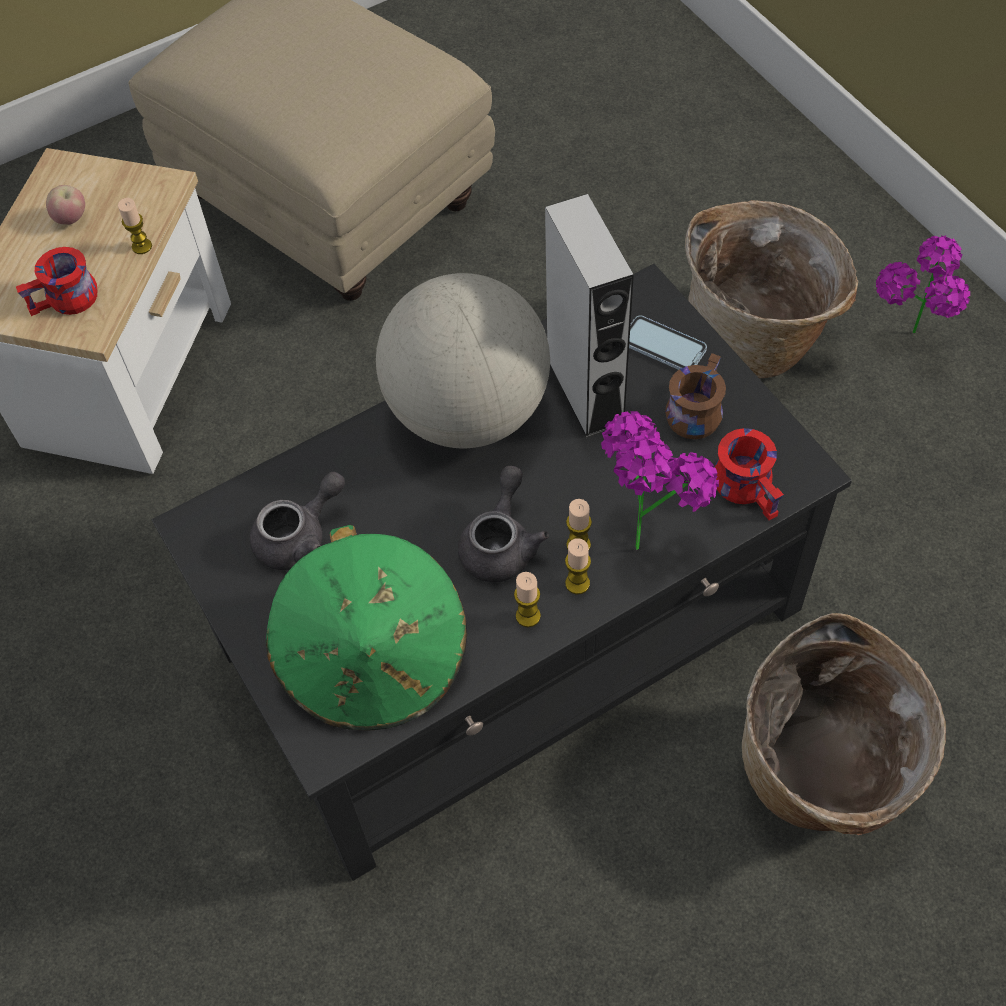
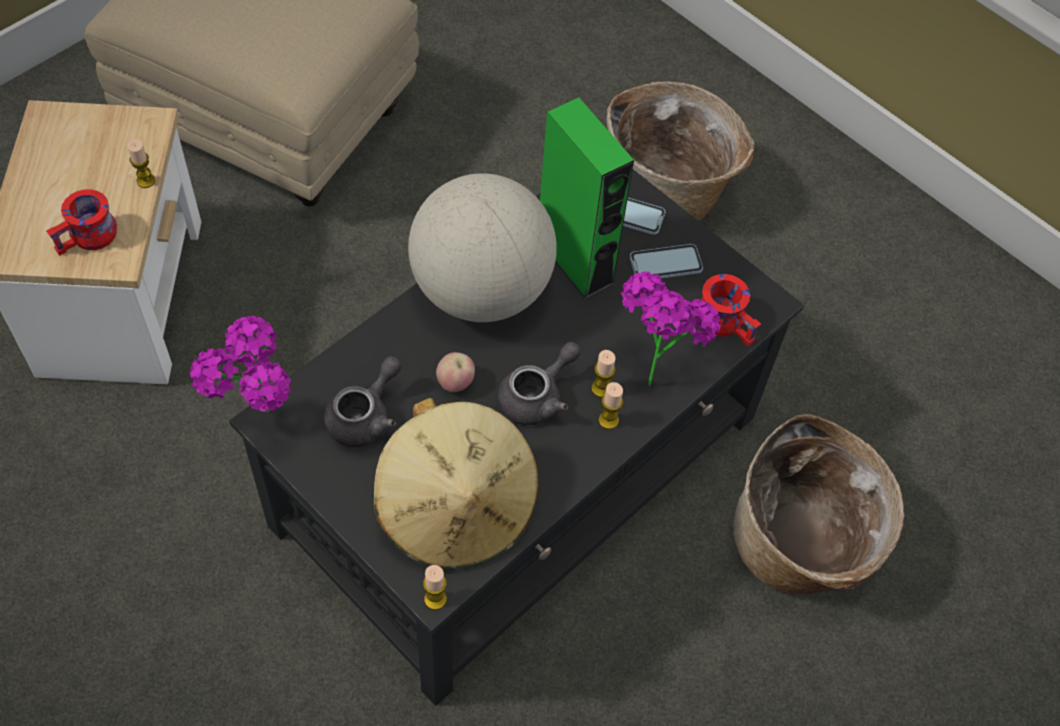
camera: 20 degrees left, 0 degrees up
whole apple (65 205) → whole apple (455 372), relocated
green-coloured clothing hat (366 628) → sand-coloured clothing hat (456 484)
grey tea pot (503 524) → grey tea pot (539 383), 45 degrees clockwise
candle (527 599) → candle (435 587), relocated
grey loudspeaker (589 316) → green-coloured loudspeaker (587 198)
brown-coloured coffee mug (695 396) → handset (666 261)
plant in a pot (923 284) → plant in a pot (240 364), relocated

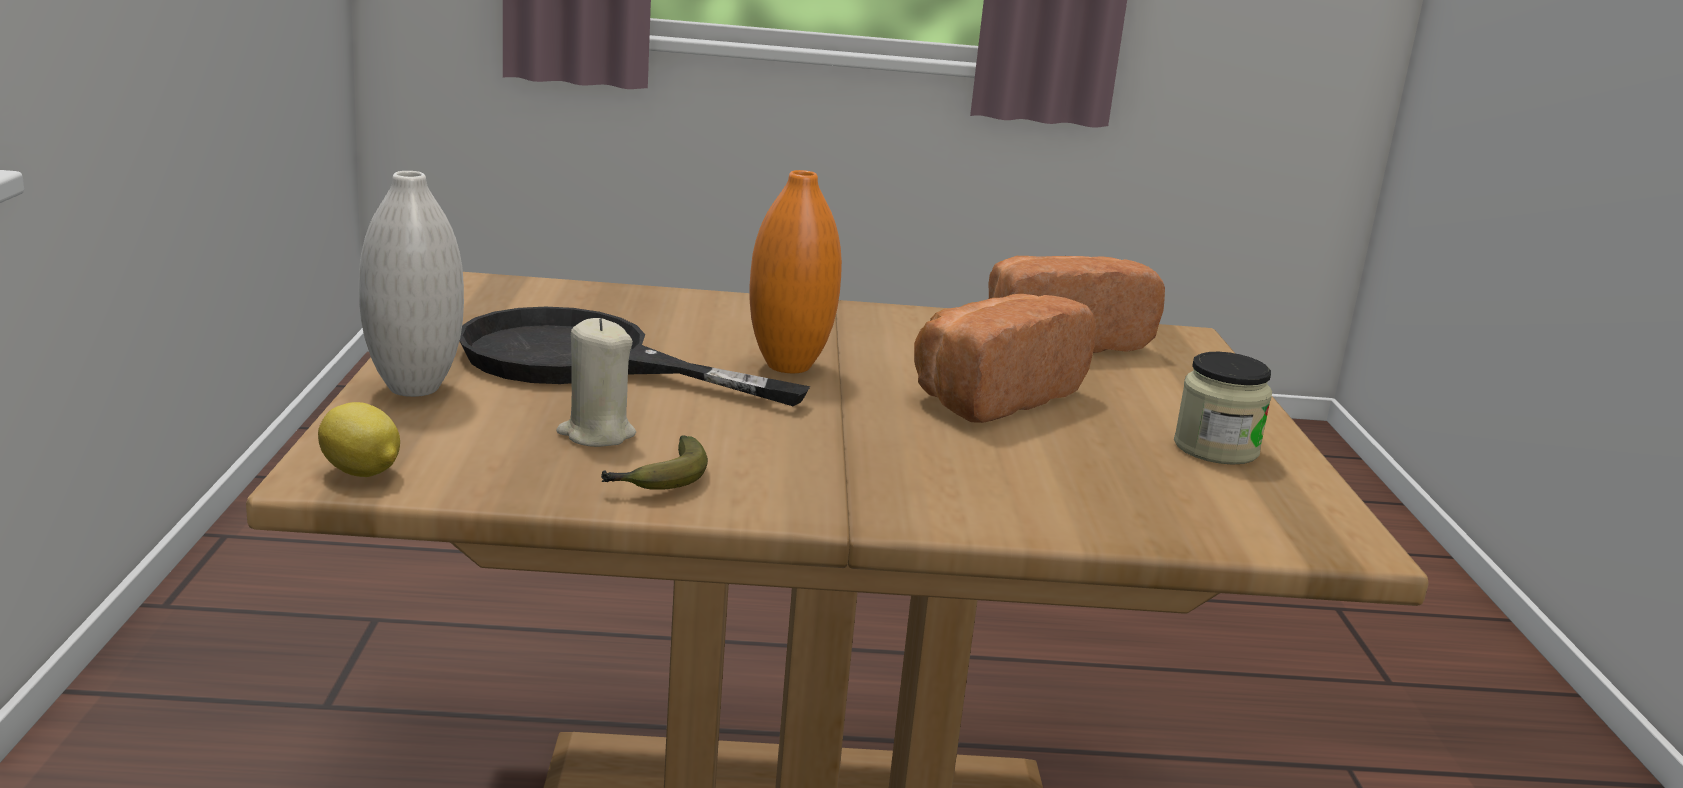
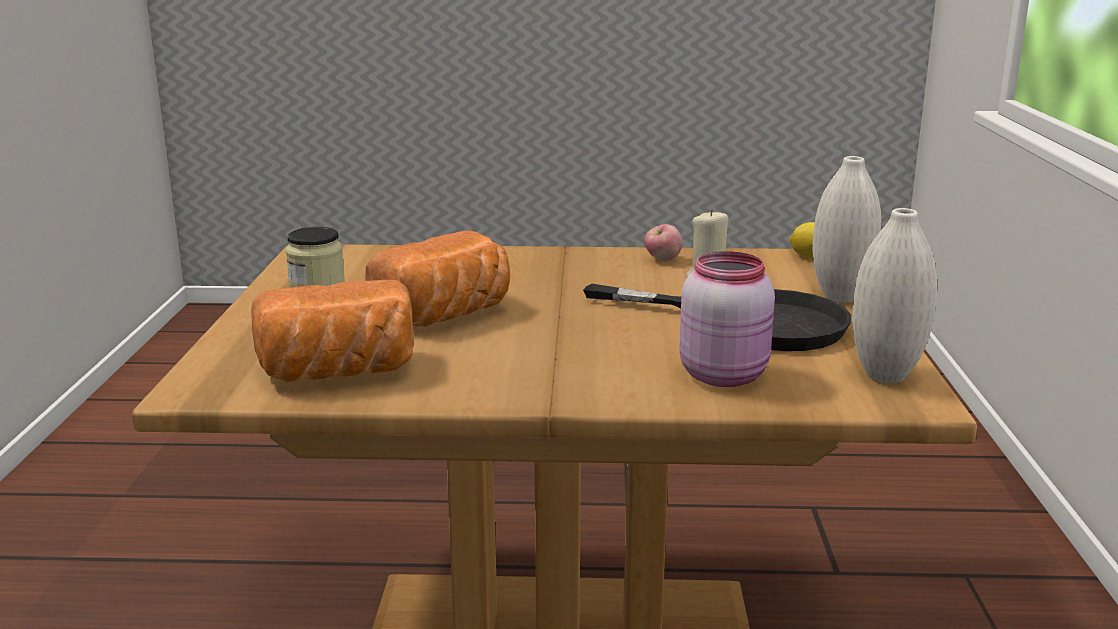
camera: 175 degrees left, 0 degrees up
banana (654 462) → whole apple (663 242)
orangey decorative vase (796 271) → -
- → pink jar (727 319)
- → whitish decorative vase (894 295)

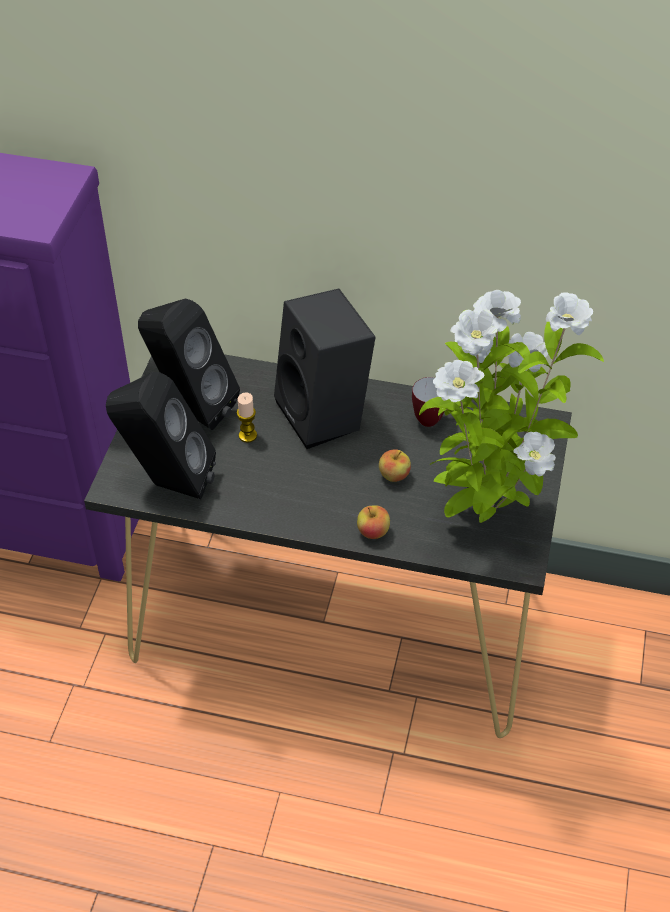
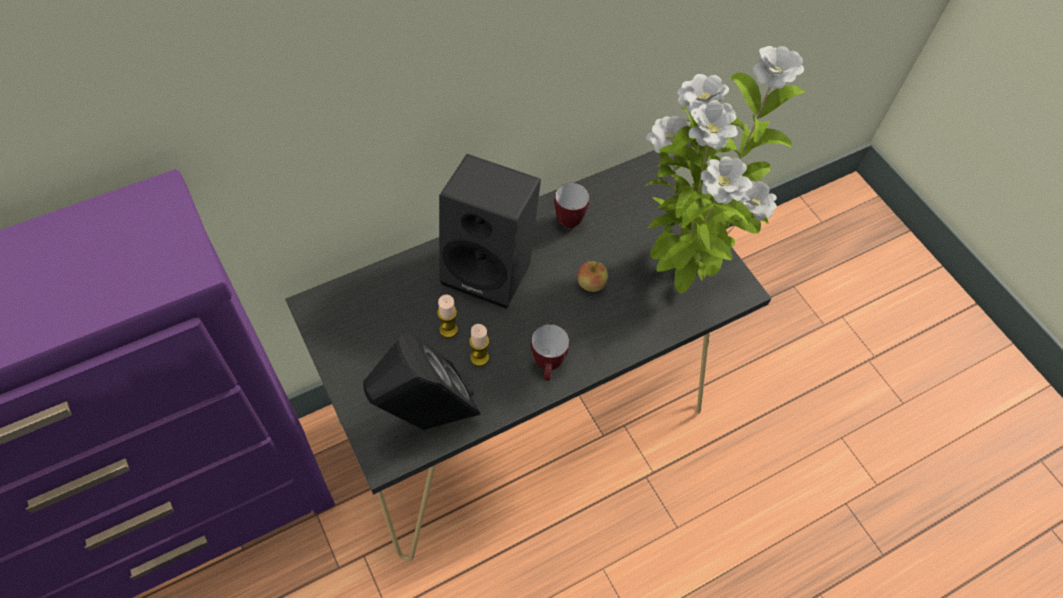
camera: 45 degrees left, 10 degrees up
blackish loudspeaker (189 364) → -
whole apple (373 522) → -
- → candle (479 345)
- → coffee mug (550 352)

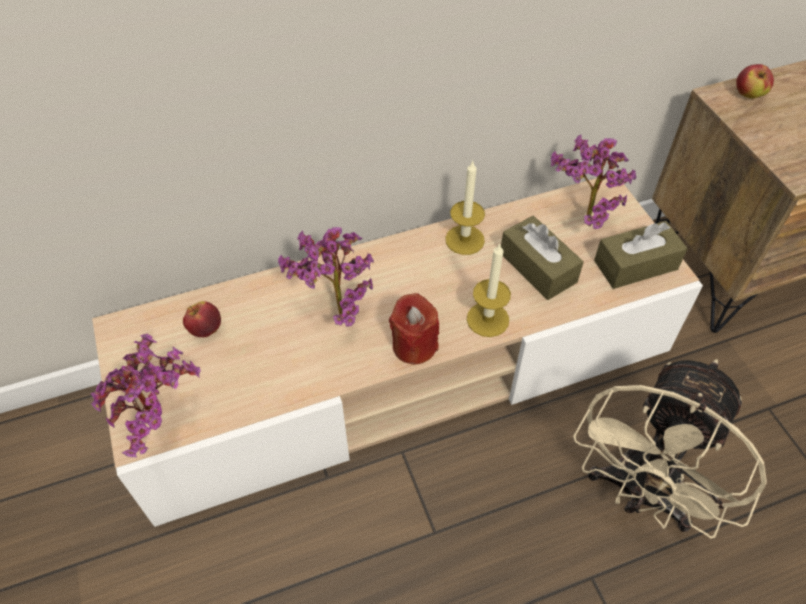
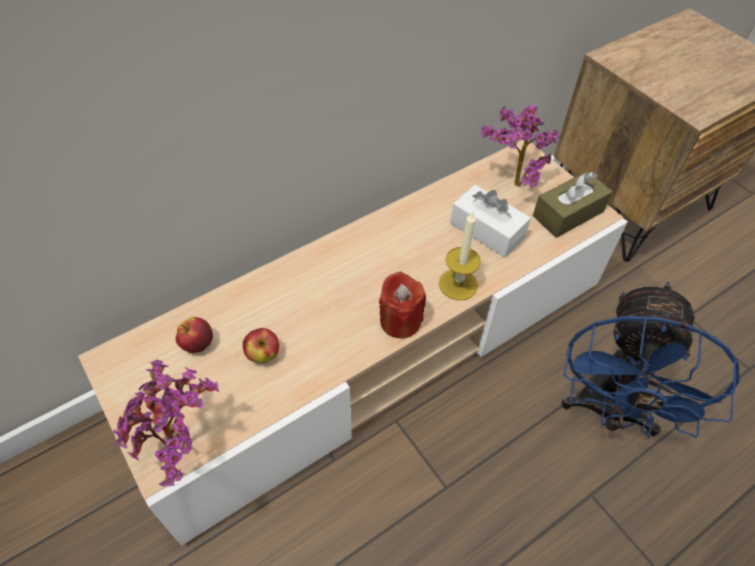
camera: 15 degrees left, 0 degrees up
plant in a pot (326 277) → -
candle (465 207) → -
brown-coloured box of tissues (542 258) → whitish box of tissues (490 221)
sand-coloured cooling fan (670 449) → blue-coloured cooling fan (650 360)
whole apple (755 81) → whole apple (261 345), relocated

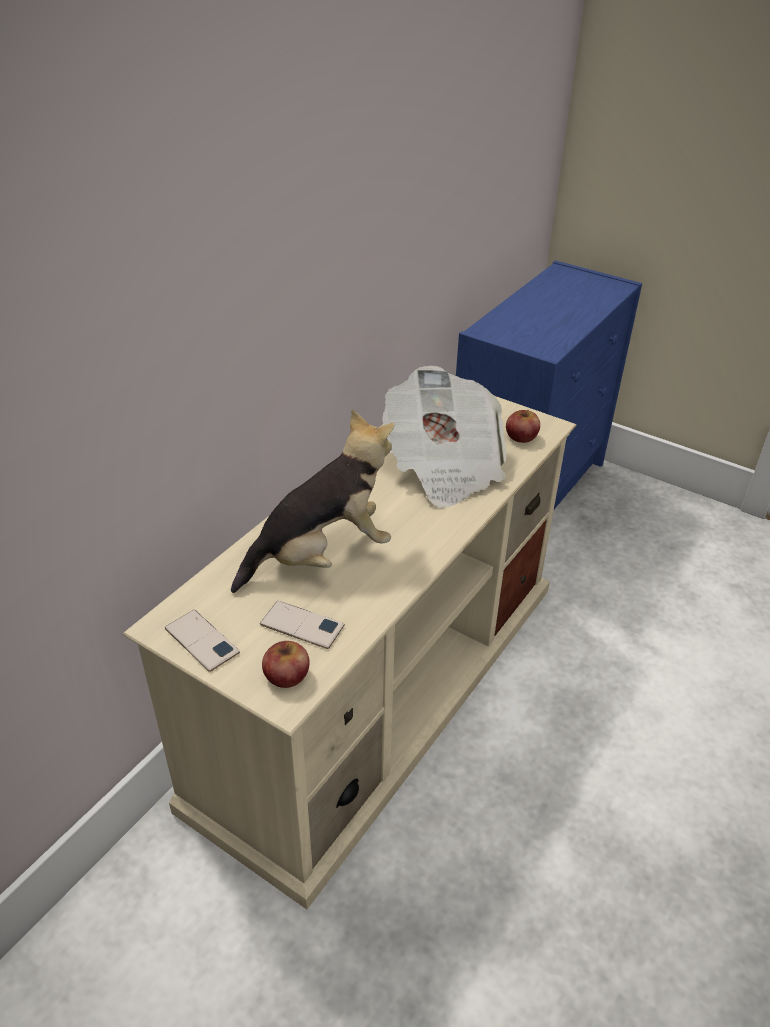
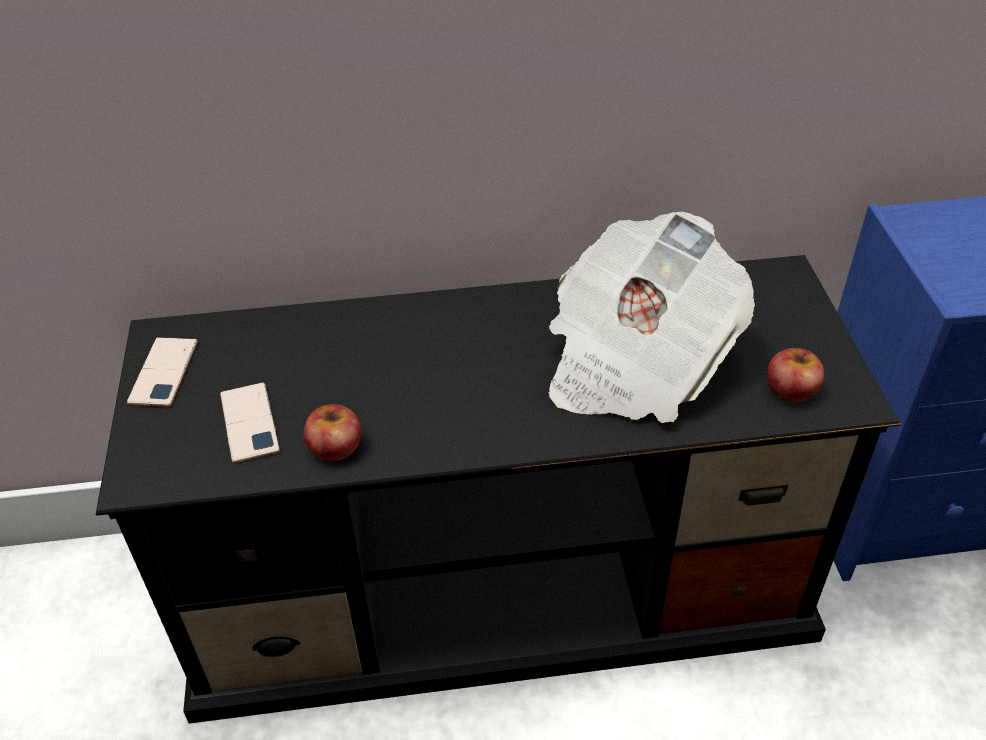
camera: 50 degrees right, 5 degrees up
sand-coloured media console (349 652) → blackish media console (498 489)
plush toy (312 501) → -
whole apple (285 664) → whole apple (332 432), relocated

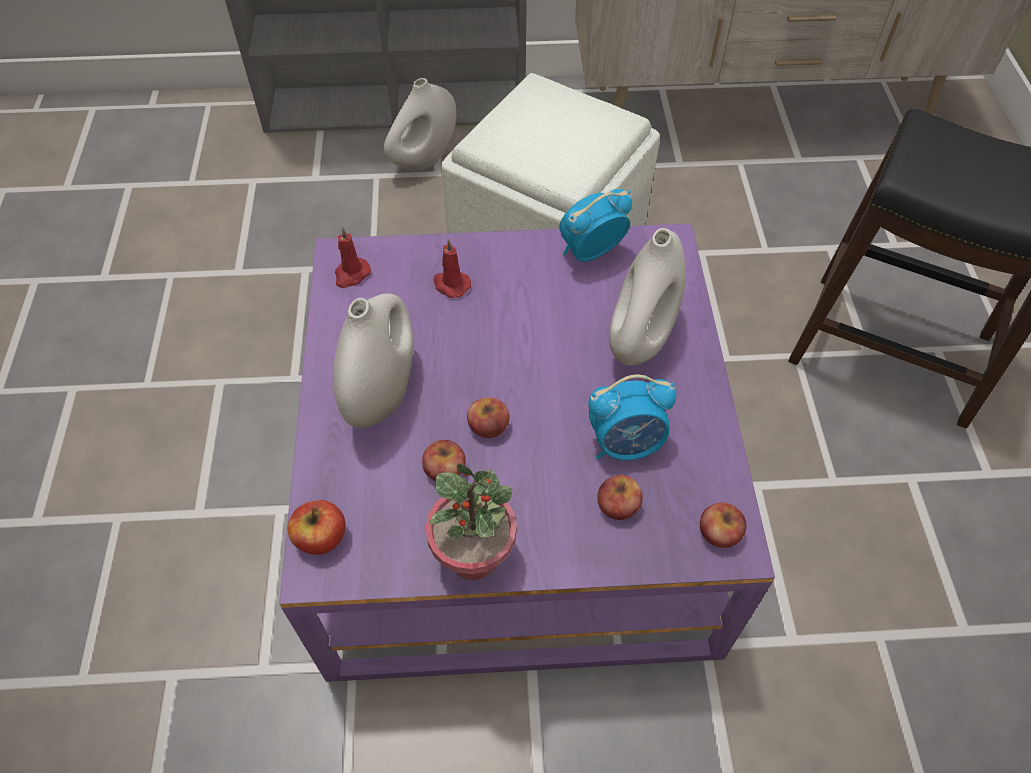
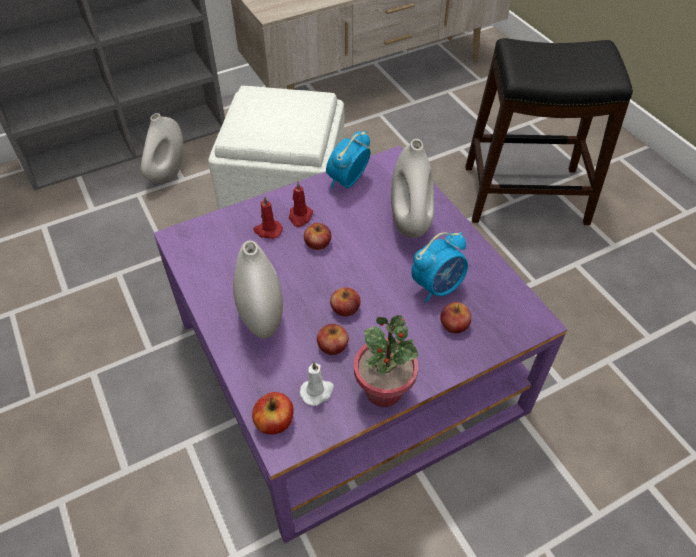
camera: 25 degrees left, 5 degrees down
reddish candle (353 257) → reddish candle (301 204), relocated
whole apple (723 525) → whole apple (317 236), relocated
- → whitish candle (317 383)

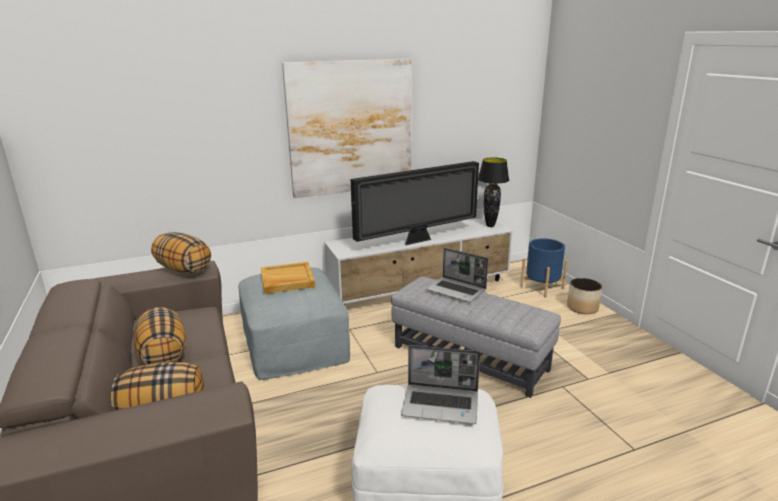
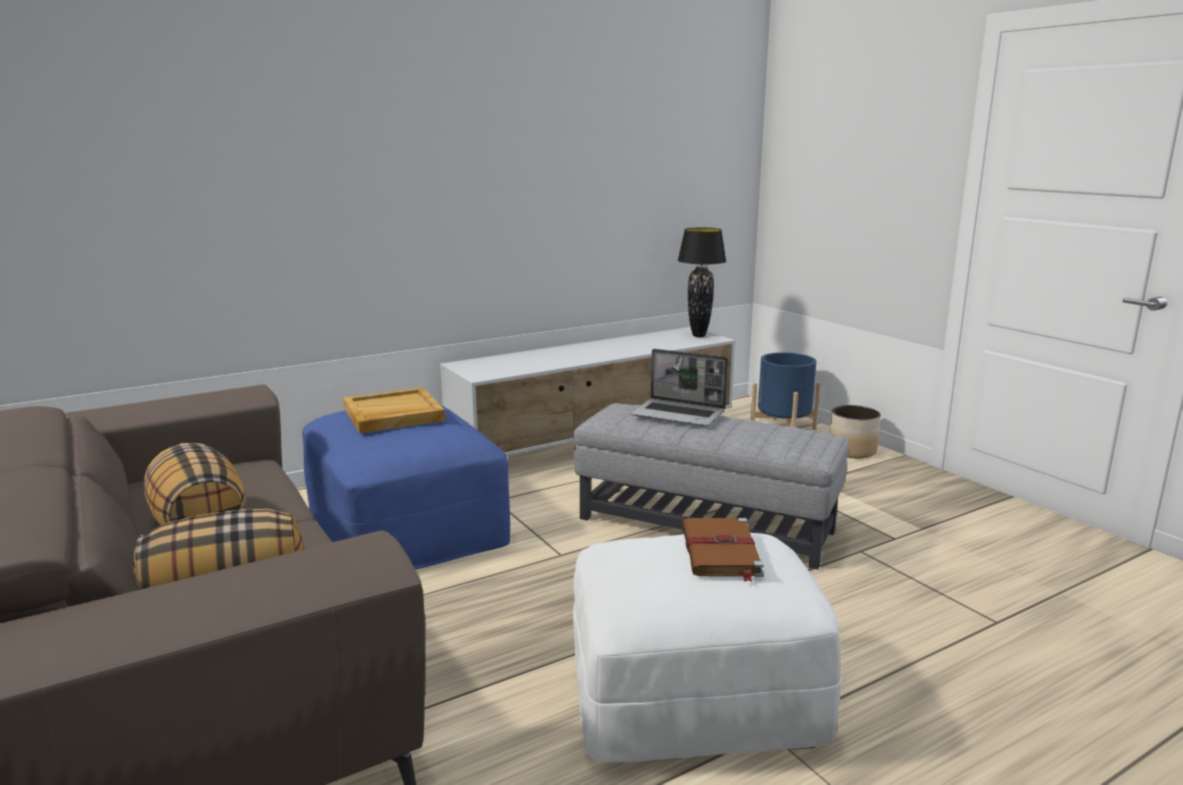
camera: 10 degrees left, 5 degrees down
pillow (181 253) → -
grey ottoman (294 323) → blue-coloured ottoman (406 486)
wall picture (346 128) → -
TV (415 203) → -
notebook computer (440 384) → brown-coloured volume (723 550)

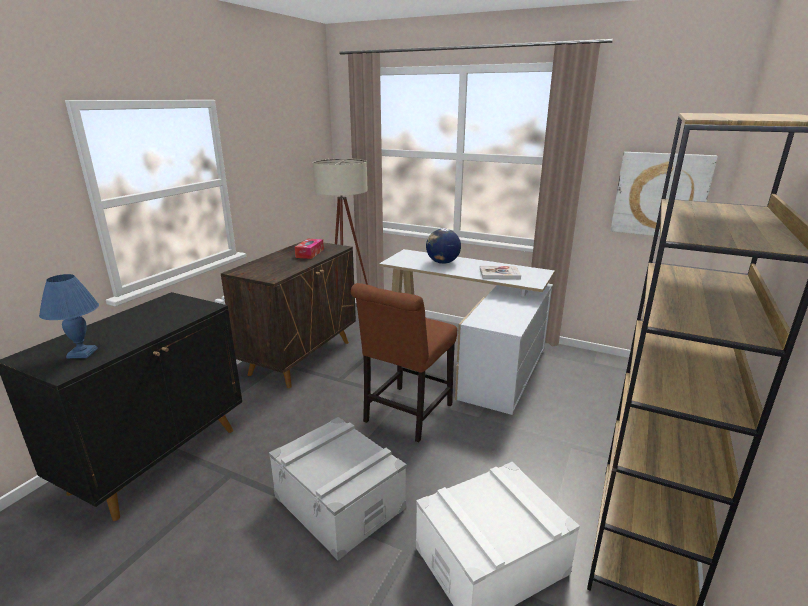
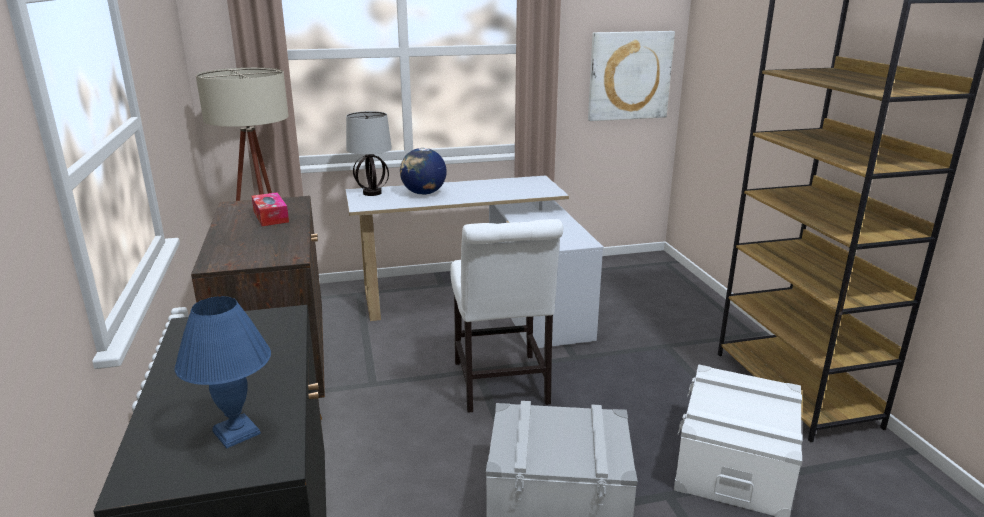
camera: 40 degrees left, 0 degrees up
brown-coloured chair (404 362) → whitish chair (506 316)
volume (500 272) → -
- → table lamp (369 153)

